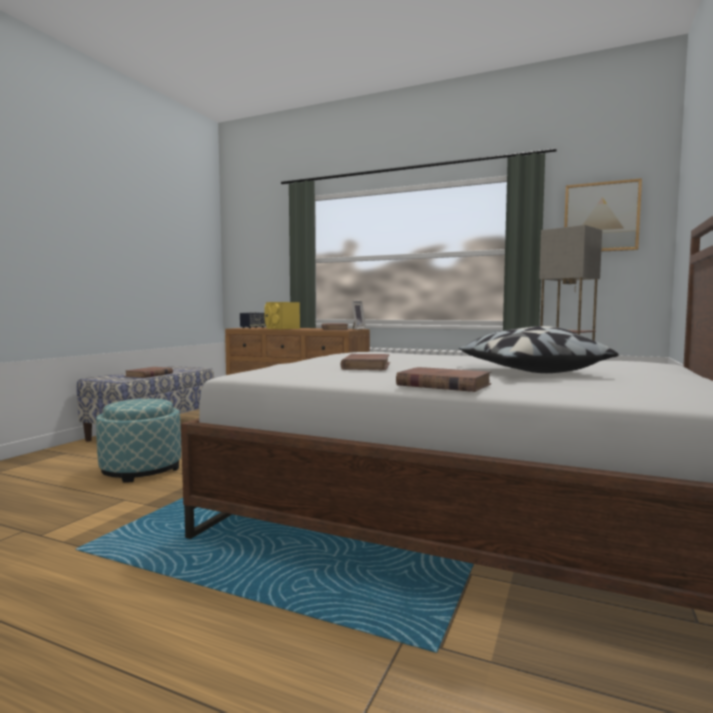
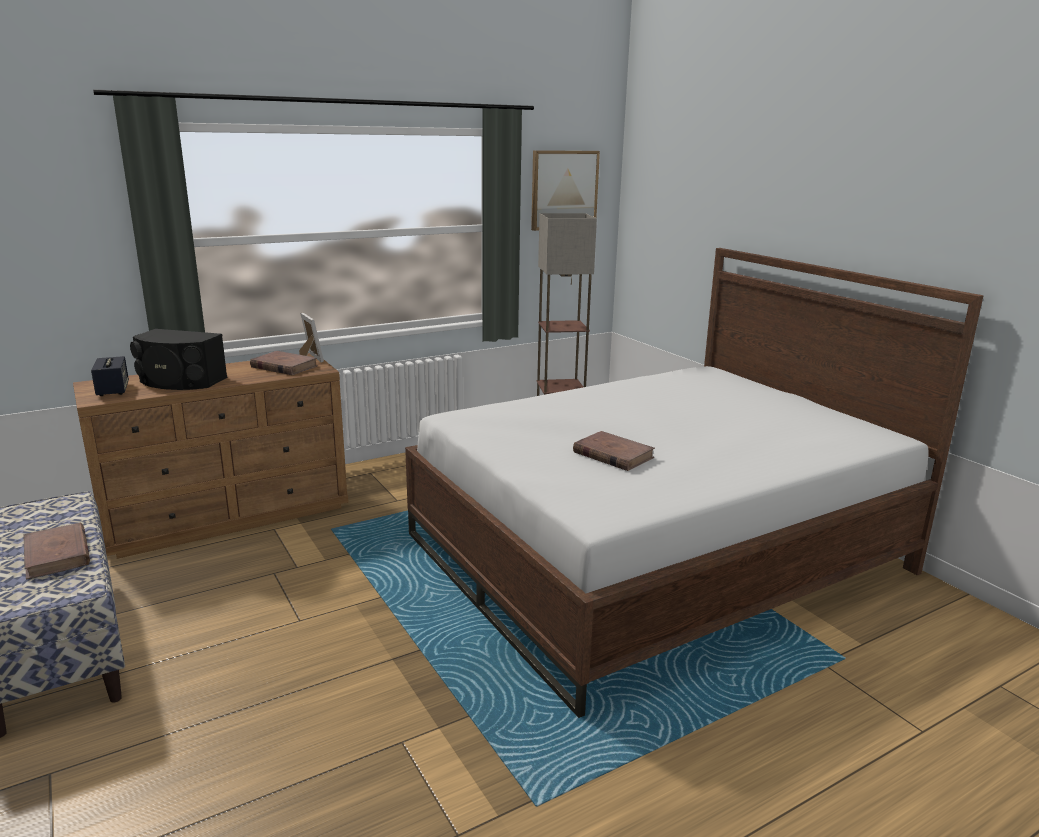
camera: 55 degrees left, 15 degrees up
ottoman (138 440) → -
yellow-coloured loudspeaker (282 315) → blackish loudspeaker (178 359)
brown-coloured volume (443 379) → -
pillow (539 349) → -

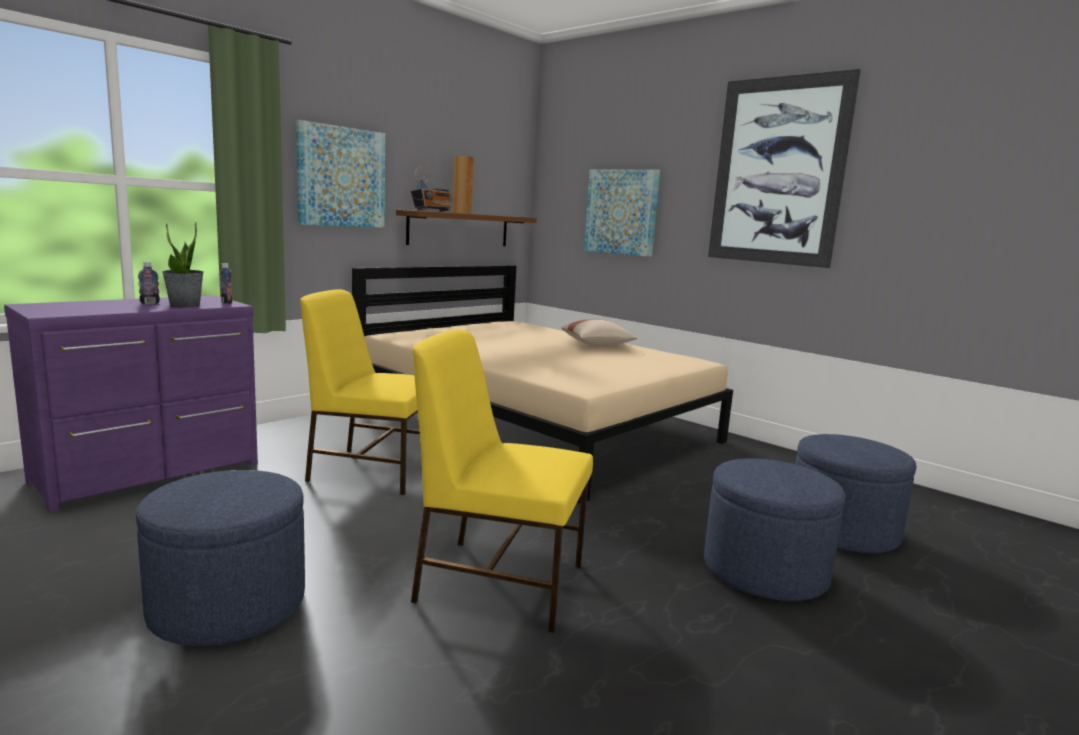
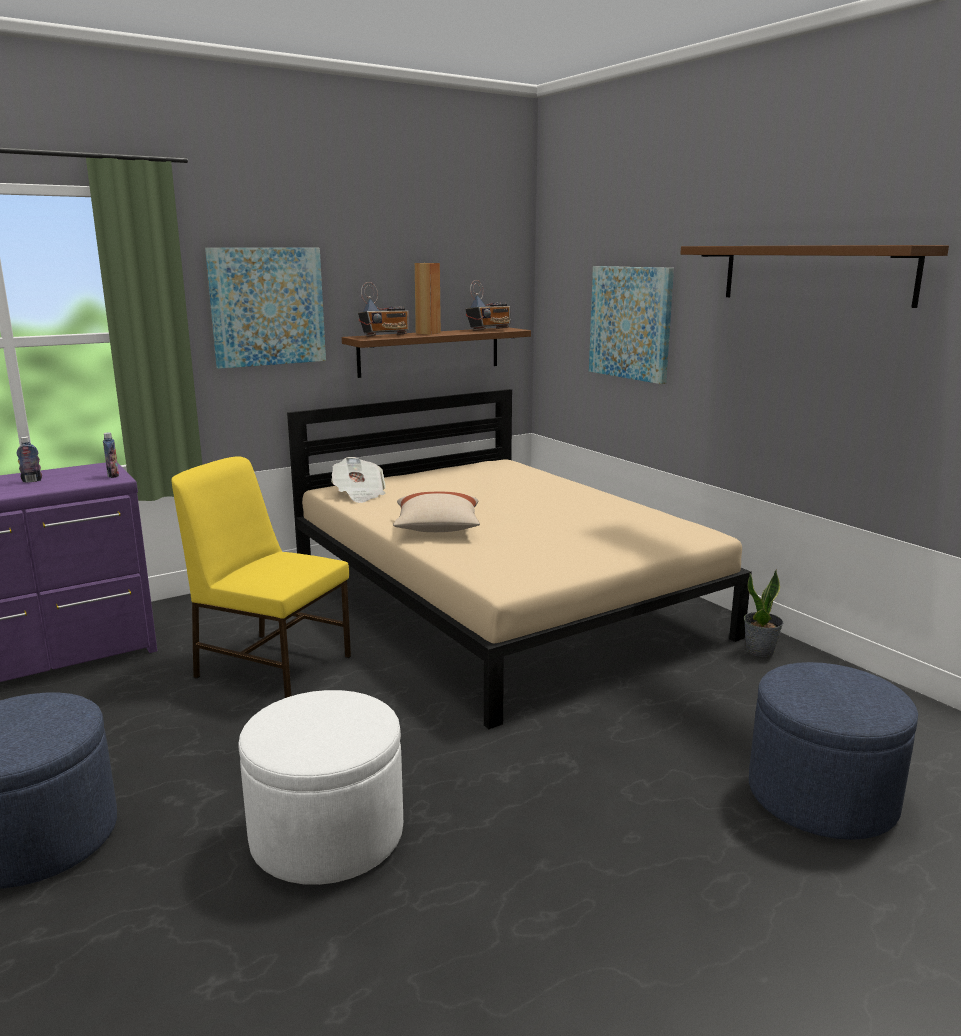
camera: 15 degrees right, 5 degrees up
plant in a pot (183 264) → plant in a pot (763 613), relocated
yellow-coloured chair (502 481) → whitish ottoman (320 787)
sand-coloured pillow (599 332) → sand-coloured pillow (436 512), relocated
blue-coloured ottoman (774 529) → -
wall picture (784 168) → brown-coloured bracket shelf (814 276)
- → newspaper (358 480)
- → radio set (487 305)

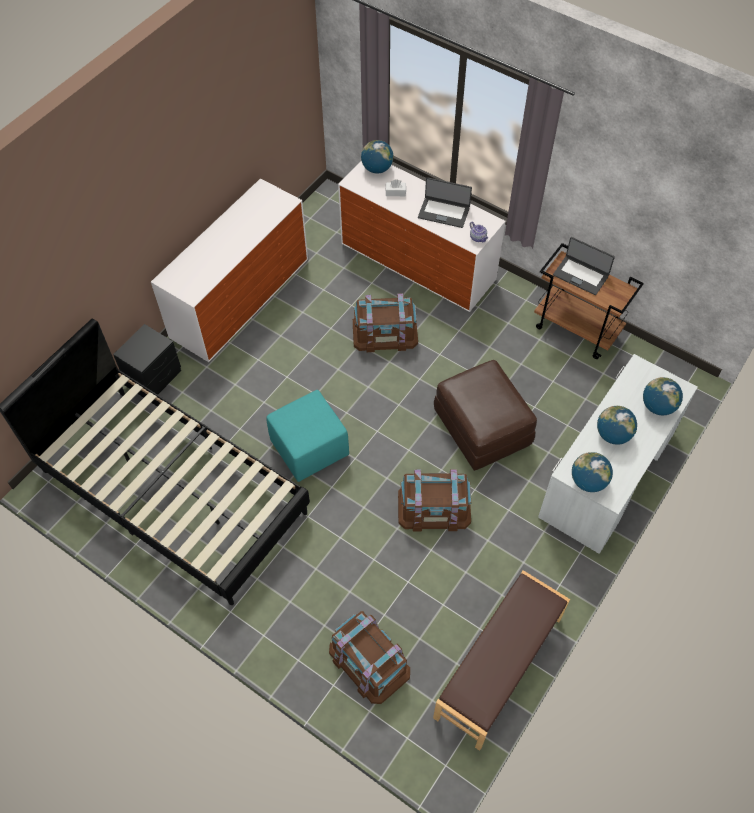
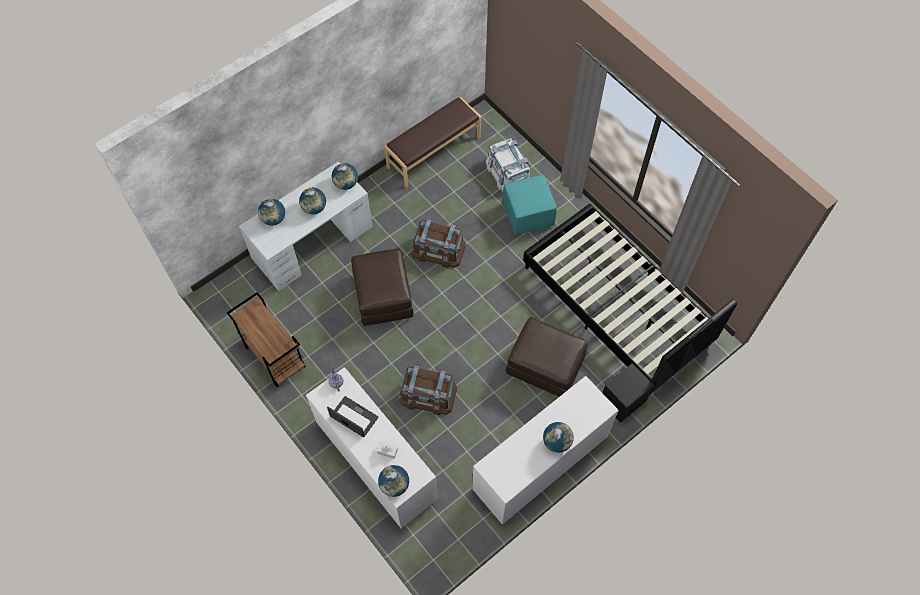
camera: 165 degrees left, 5 degrees up
turquoise-coloured ottoman (307 436) → turquoise-coloured ottoman (529 205), relocated
brown-coloured storage box (369 657) → whitish storage box (508 165)
notebook computer (584 266) → -
- → brown-coloured ottoman (546 357)
- → world globe (558 437)

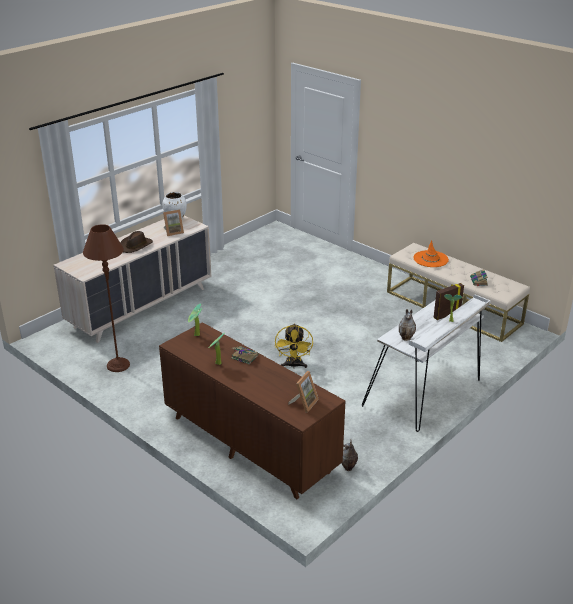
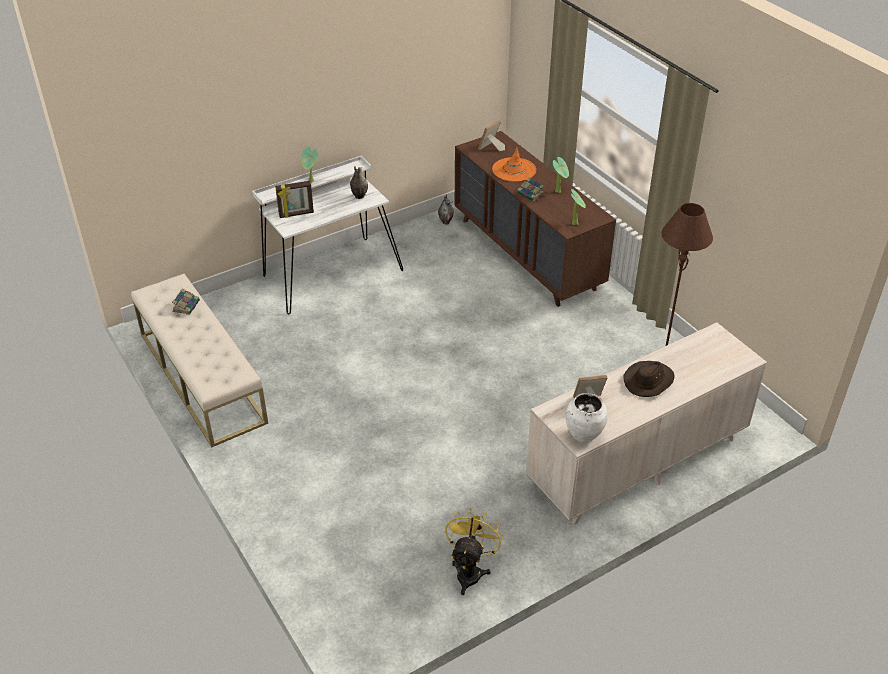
camera: 165 degrees left, 10 degrees up
yellow-coloured cooling fan (294 346) → yellow-coloured cooling fan (474 551), relocated
orangey clothing hat (431 253) → orangey clothing hat (514 164), relocated

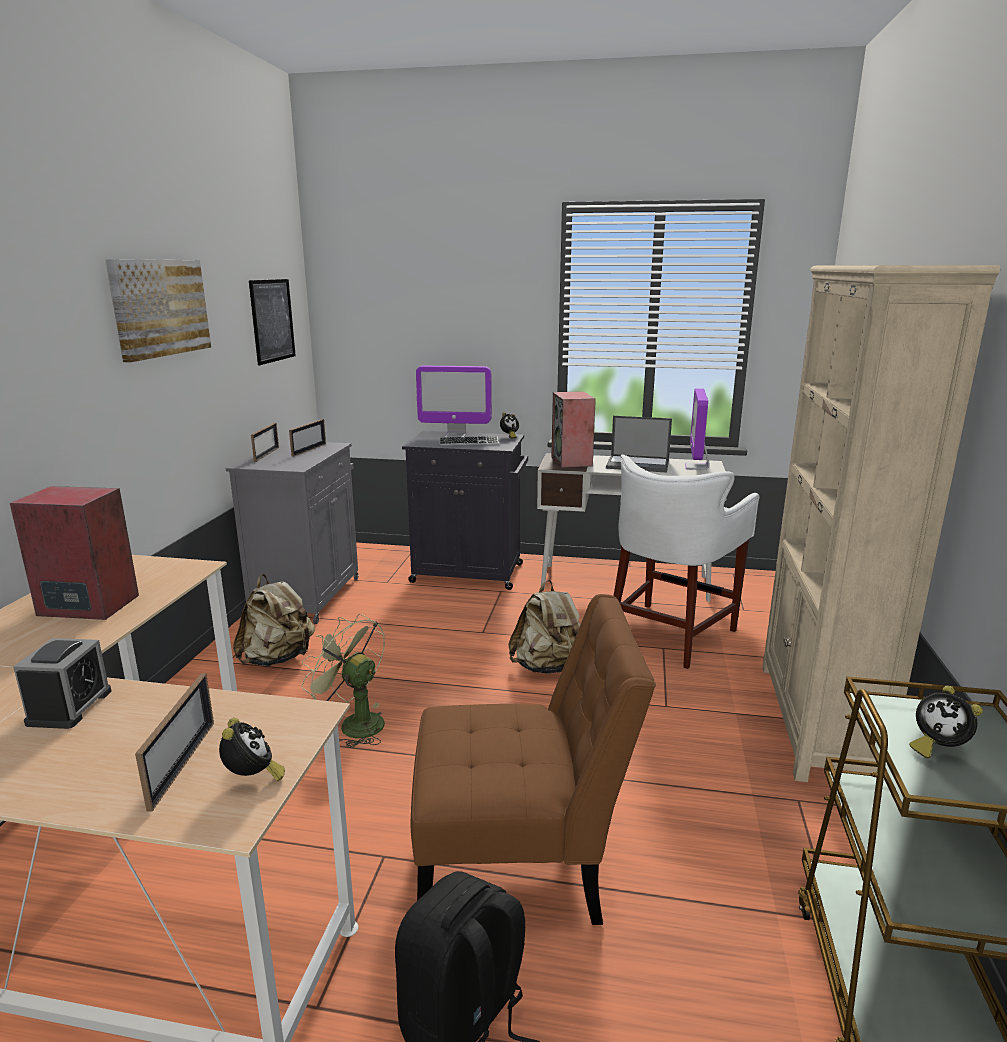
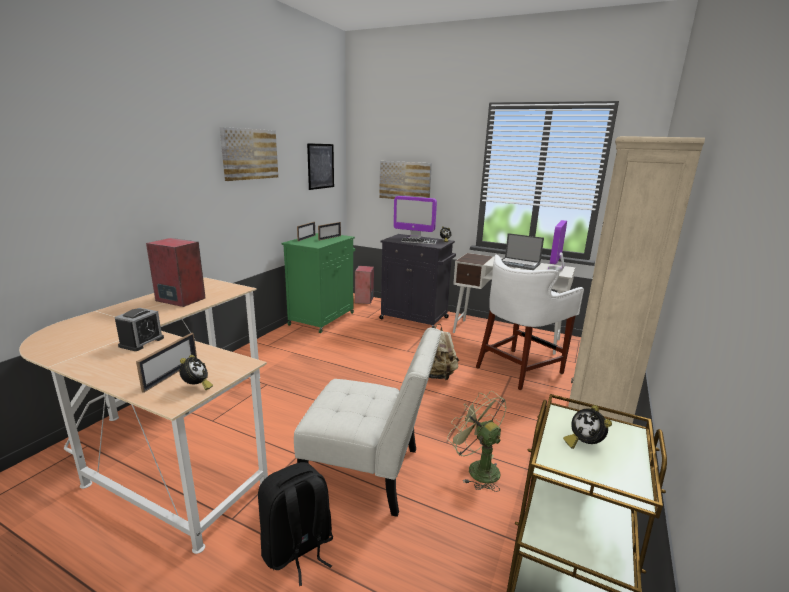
camera: 15 degrees right, 0 degrees up
grey storage cabinet (292 532) → green-coloured storage cabinet (318 283)
sand-coloured backpack (274 620) → -
green-coloured cooling fan (343 681) → green-coloured cooling fan (477 441), relocated
brown-coloured chair (533 759) → whitish chair (367 422)
loudspeaker (573 429) → loudspeaker (364 285), relocated
- → wall picture (405 180)

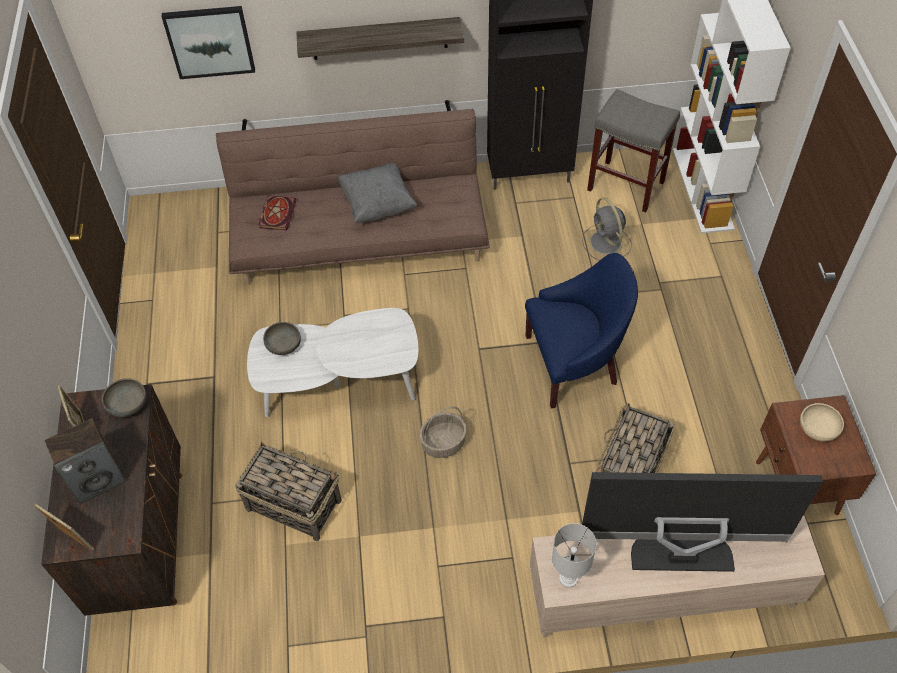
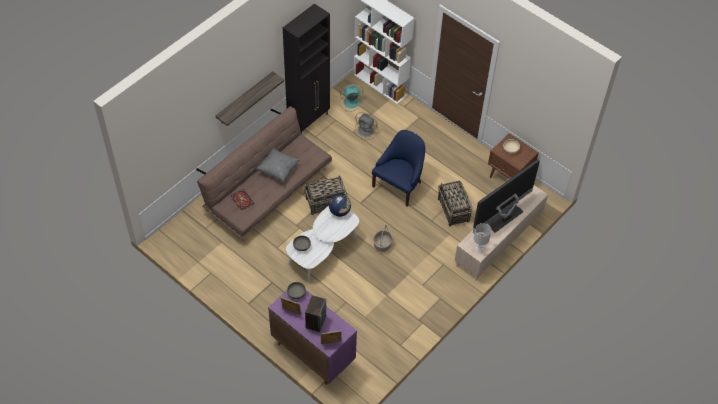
camera: 45 degrees left, 0 degrees up
brown-coloured storage cabinet (111 500) → purple storage cabinet (312 337)
wall picture (208 42) → -
storage basket (288 491) → storage basket (325 195), relocated
grey stool seat (633 150) → turquoise-coloured cooling fan (352 98)
- → world globe (340 205)

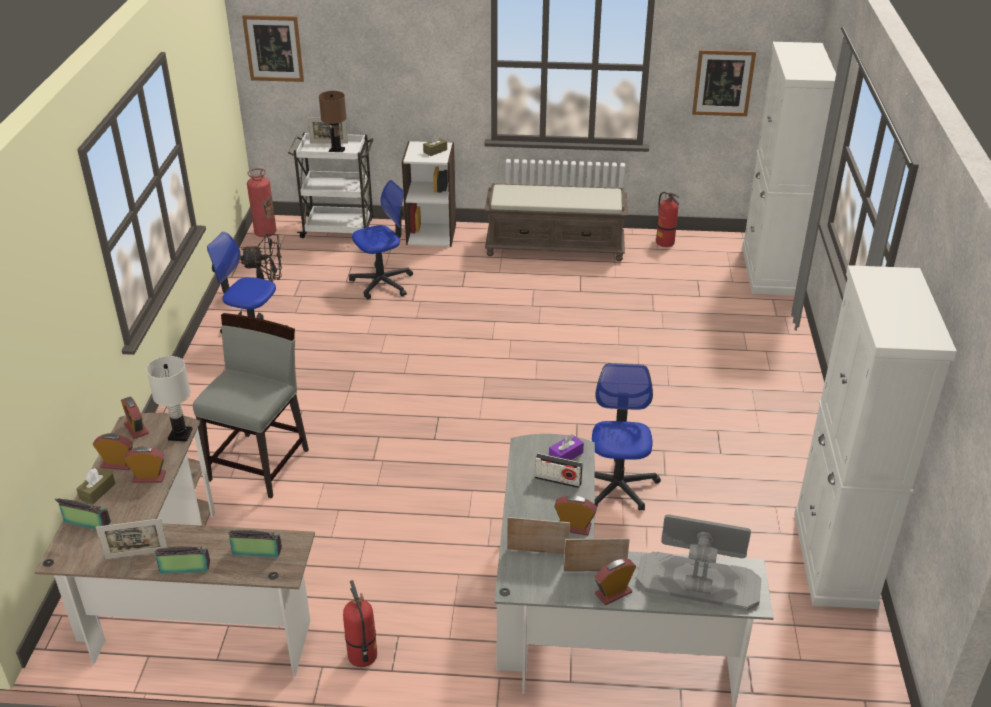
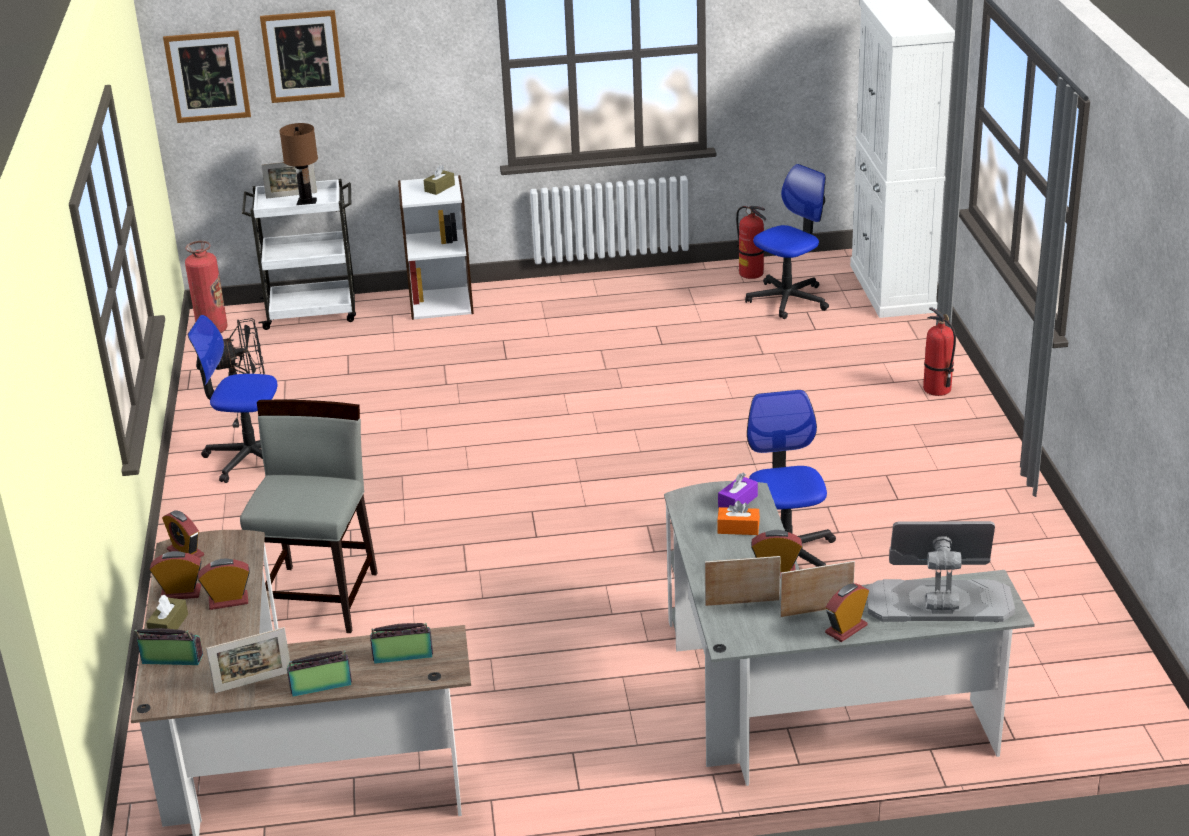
camera: 10 degrees left, 5 degrees down
whitish table lamp (169 399) → -
fire extinguisher (360 623) → fire extinguisher (939 351), relocated
desk chair (381 239) → desk chair (787 241), relocated
brown-coloured indoor bench (556 222) → -
radio set (559 470) → orangey box of tissues (738 517)
wall picture (724 83) → wall picture (302 56), relocated
whitish storage cabinet (875 437) → -

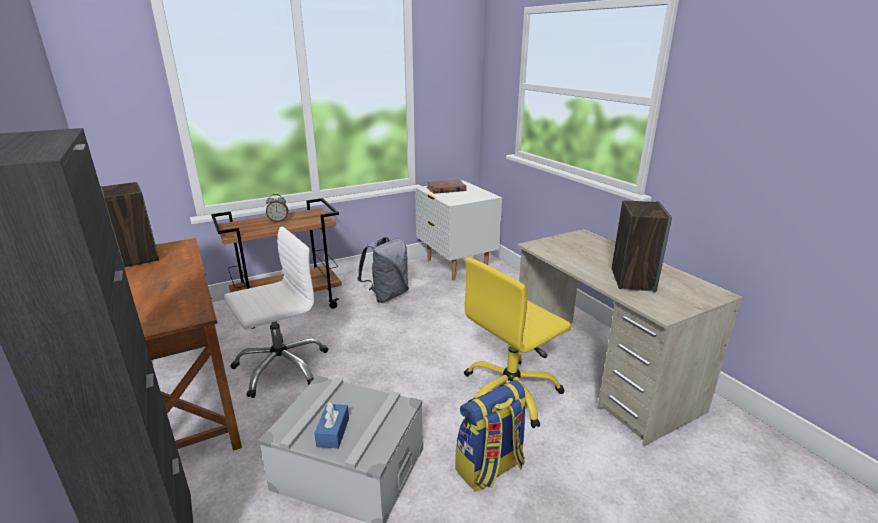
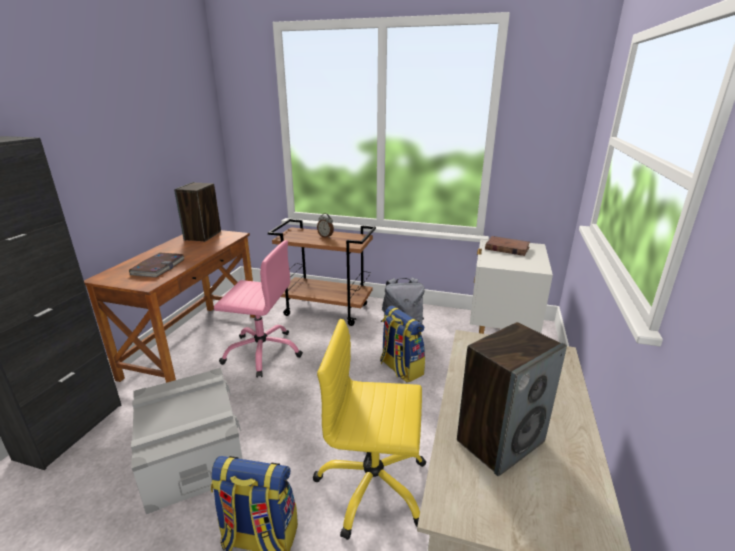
camera: 45 degrees right, 0 degrees up
whitish desk chair (276 312) → pink desk chair (258 309)
blue-coloured box of tissues (331 425) → -
- → volume (156 265)
- → backpack (402 344)

